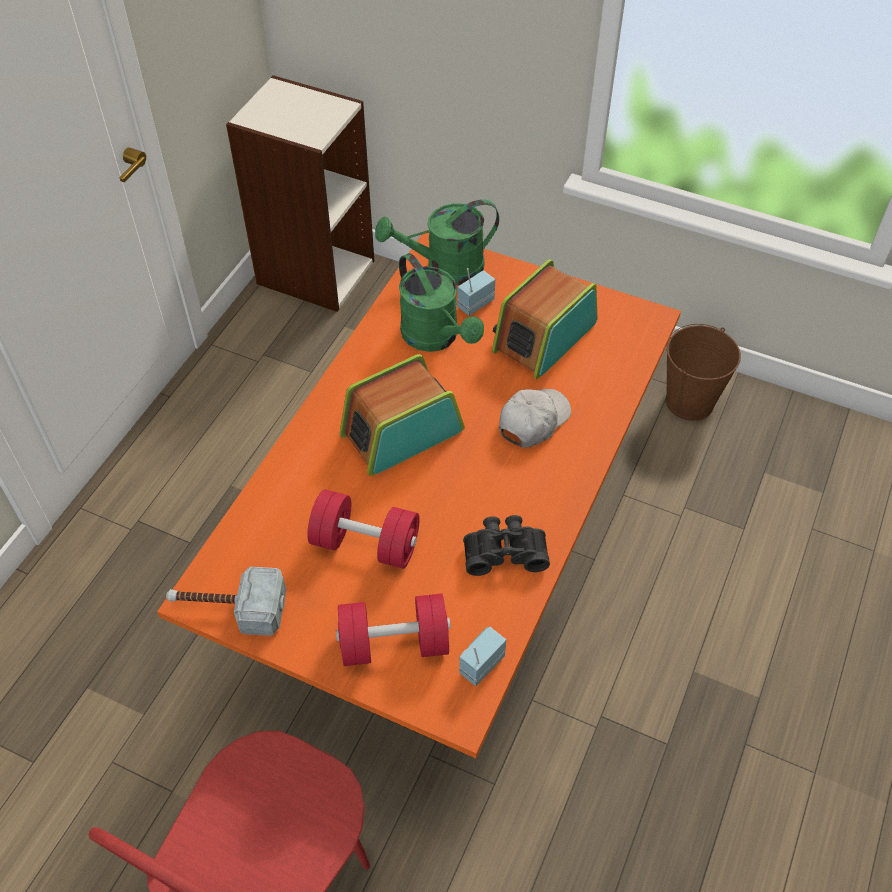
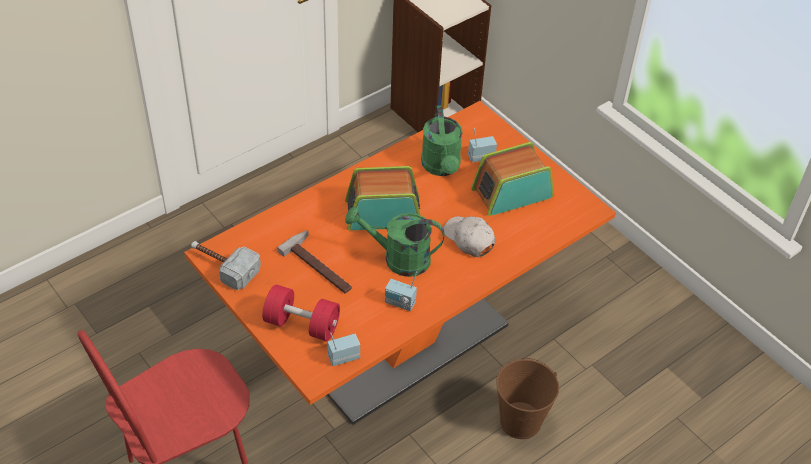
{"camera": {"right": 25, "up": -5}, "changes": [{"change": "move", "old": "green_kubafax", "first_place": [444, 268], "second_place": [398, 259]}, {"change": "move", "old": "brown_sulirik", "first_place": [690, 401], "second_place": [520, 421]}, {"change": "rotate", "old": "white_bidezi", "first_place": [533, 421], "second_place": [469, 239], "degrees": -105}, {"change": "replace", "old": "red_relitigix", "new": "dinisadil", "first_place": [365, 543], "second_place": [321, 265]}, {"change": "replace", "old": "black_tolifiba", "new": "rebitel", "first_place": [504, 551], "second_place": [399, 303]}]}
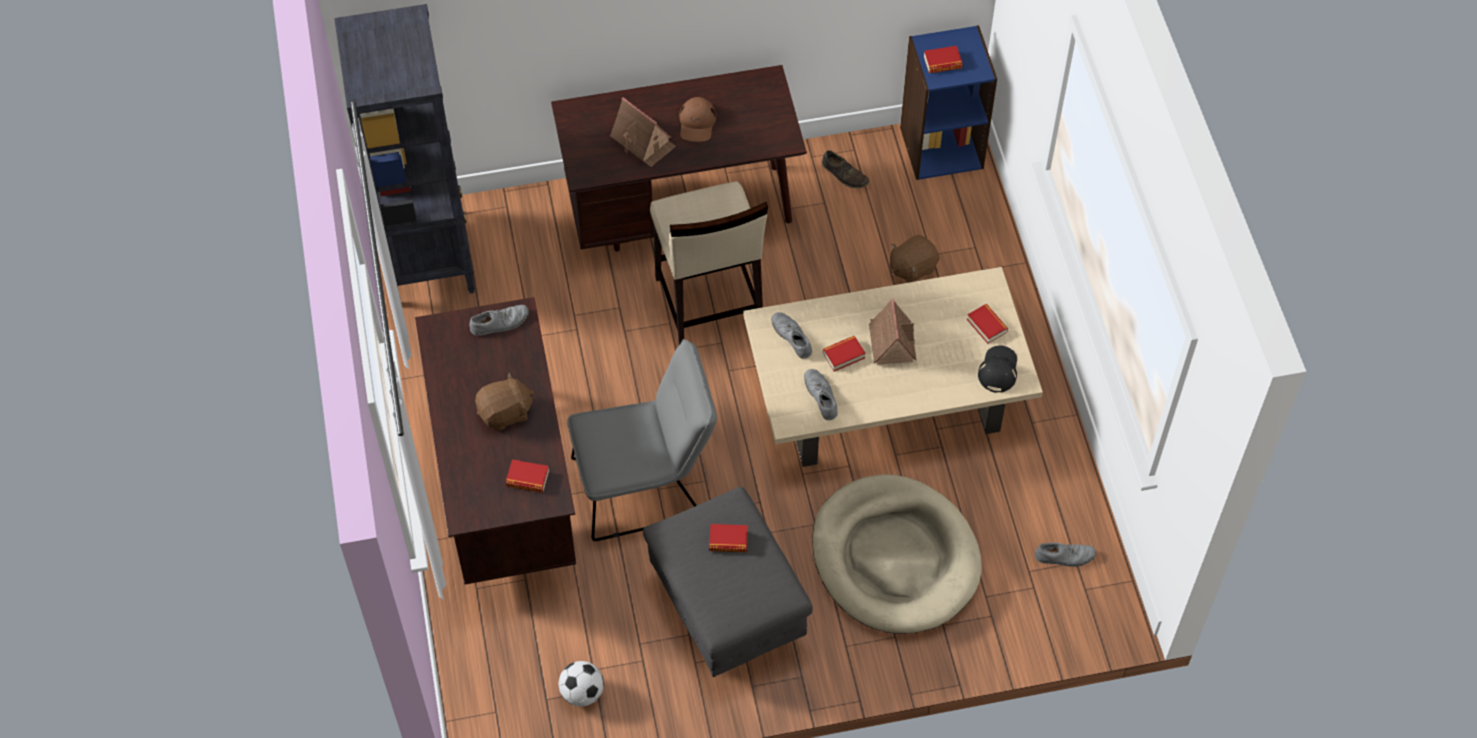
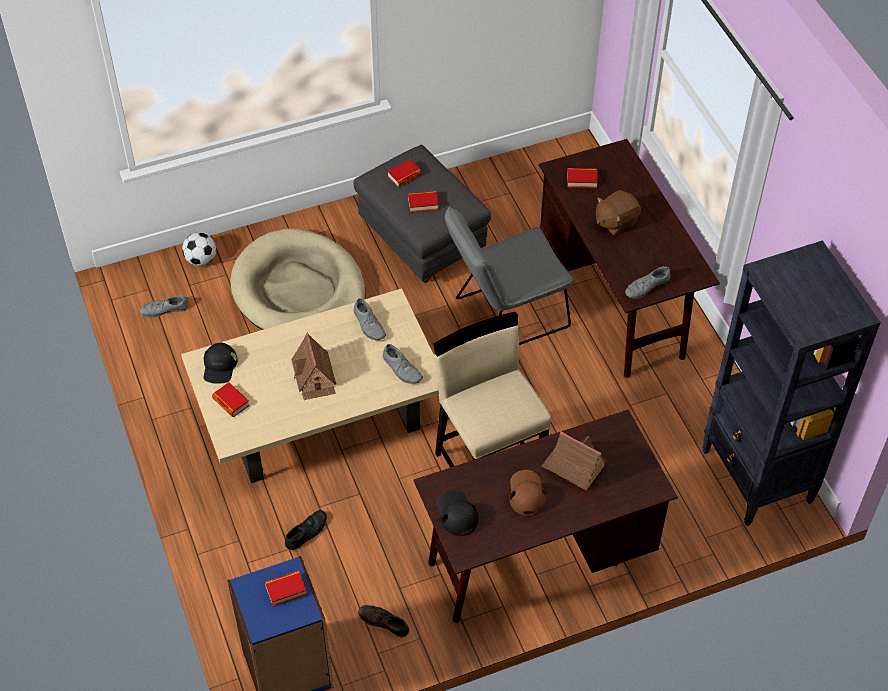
{"camera": {"right": 170, "up": -5}, "changes": [{"change": "replace", "old": "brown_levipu", "new": "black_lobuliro", "first_place": [912, 268], "second_place": [306, 532]}, {"change": "move", "old": "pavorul", "first_place": [843, 355], "second_place": [404, 176]}, {"change": "move", "old": "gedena", "first_place": [582, 692], "second_place": [201, 260]}, {"change": "insert", "new": "black_bidezi", "second_place": [456, 514]}]}
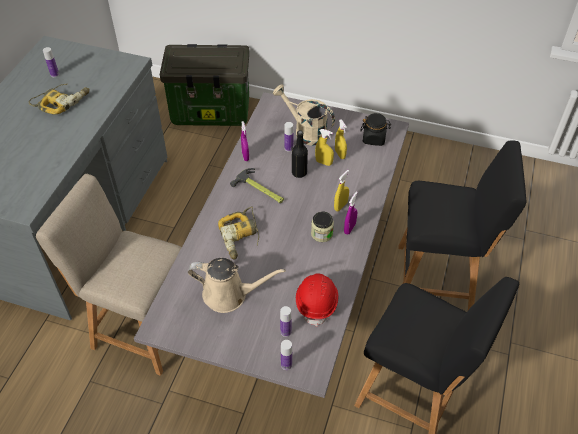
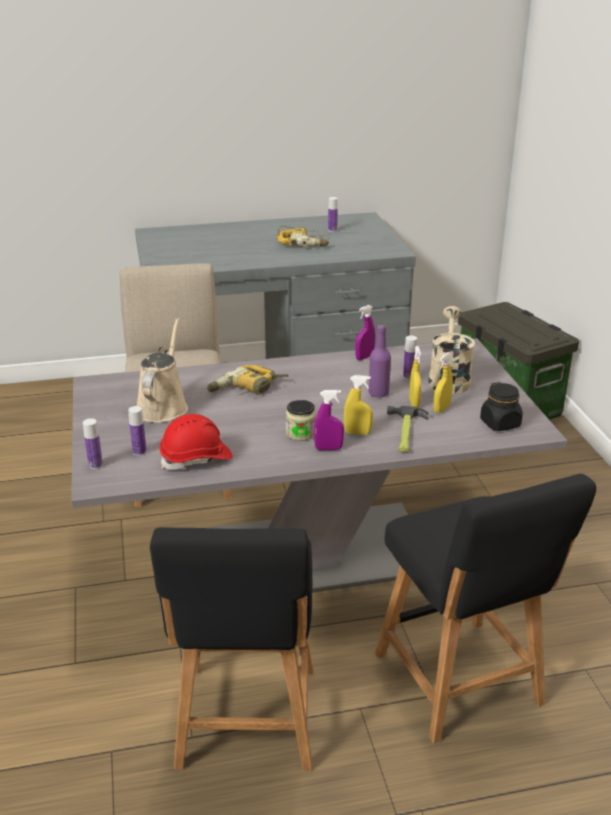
{"camera": {"right": 60, "up": -20}, "changes": [{"change": "recolor", "old": "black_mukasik", "new": "purple_mukasik", "first_place": [299, 173], "second_place": [378, 393]}, {"change": "move", "old": "dinisadil", "first_place": [260, 190], "second_place": [405, 433]}, {"change": "rotate", "old": "beige_kubafax", "first_place": [229, 295], "second_place": [163, 406], "degrees": -150}]}
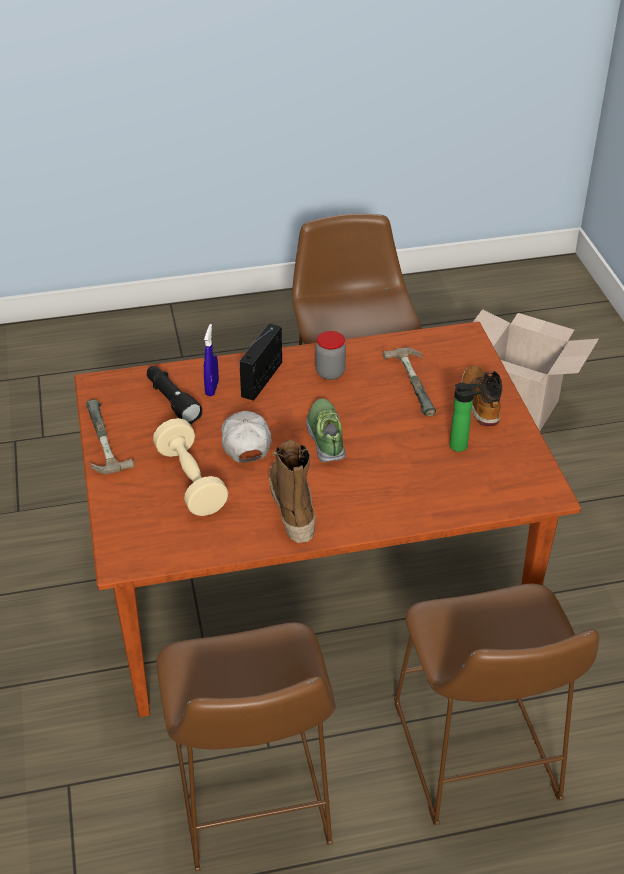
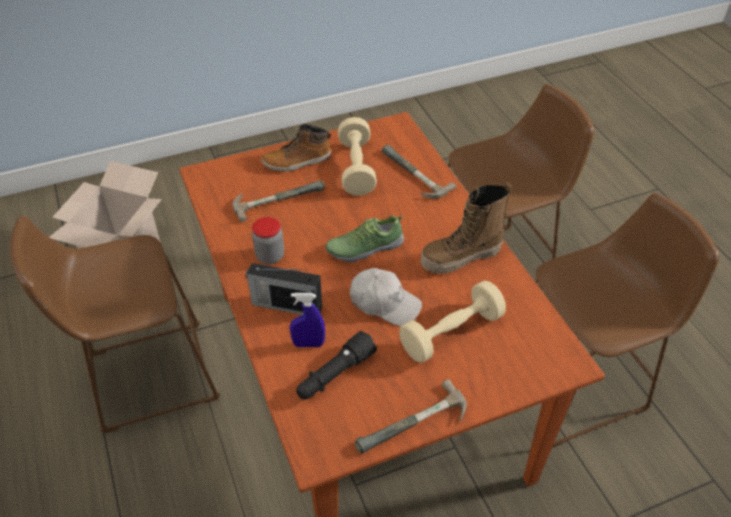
{"camera": {"right": -100, "up": 5}, "changes": [{"change": "replace", "old": "mukasik", "new": "beige_relitigix", "first_place": [461, 446], "second_place": [356, 168]}, {"change": "rotate", "old": "white_bidezi", "first_place": [245, 441], "second_place": [384, 303], "degrees": -135}, {"change": "insert", "new": "dinisadil", "second_place": [410, 175]}]}
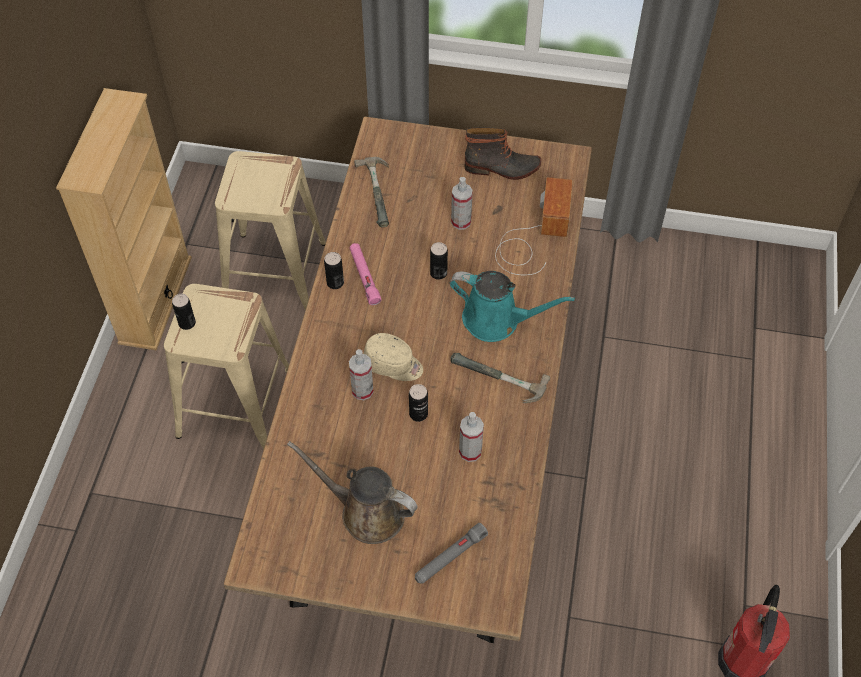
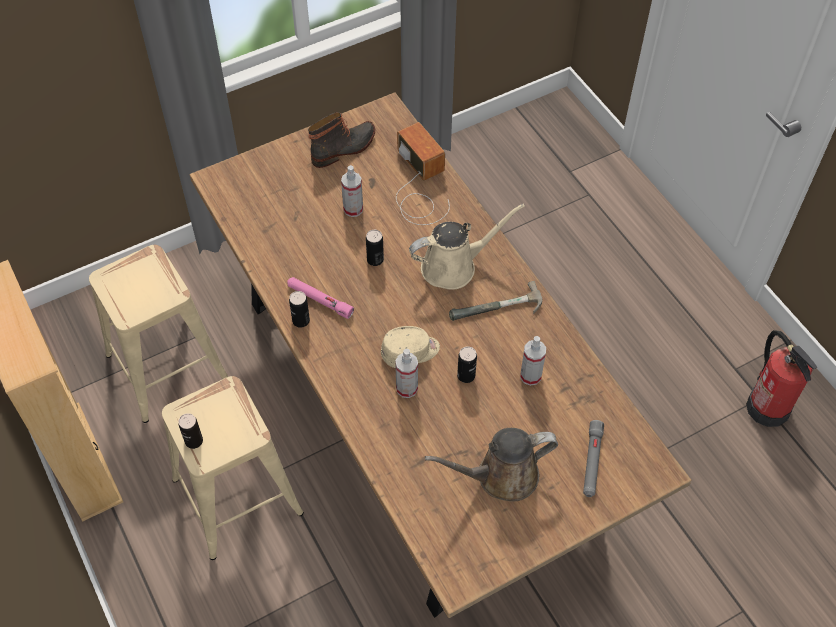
{"camera": {"right": -40, "up": 0}, "changes": [{"change": "delete", "old": "dinisadil", "first_place": [381, 192]}, {"change": "recolor", "old": "turquoise_kubafax", "new": "beige_kubafax", "first_place": [496, 320], "second_place": [454, 266]}]}
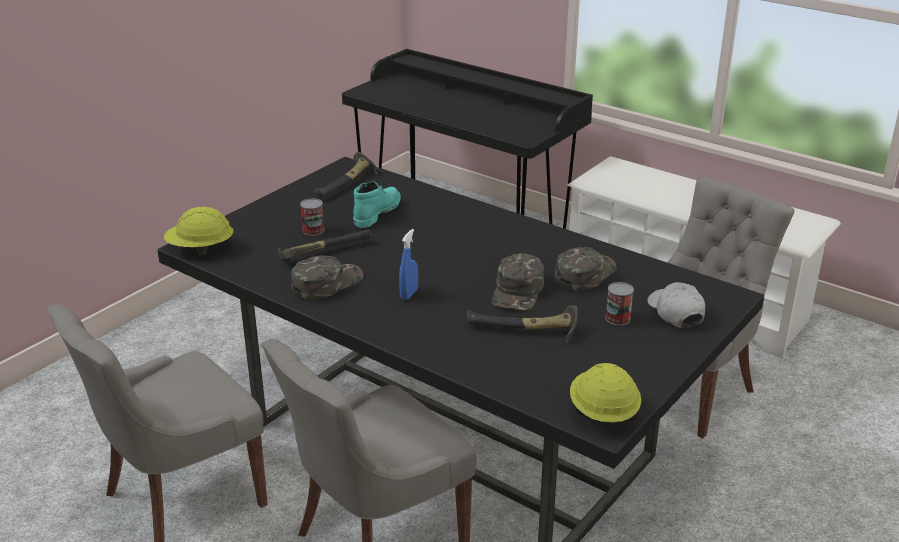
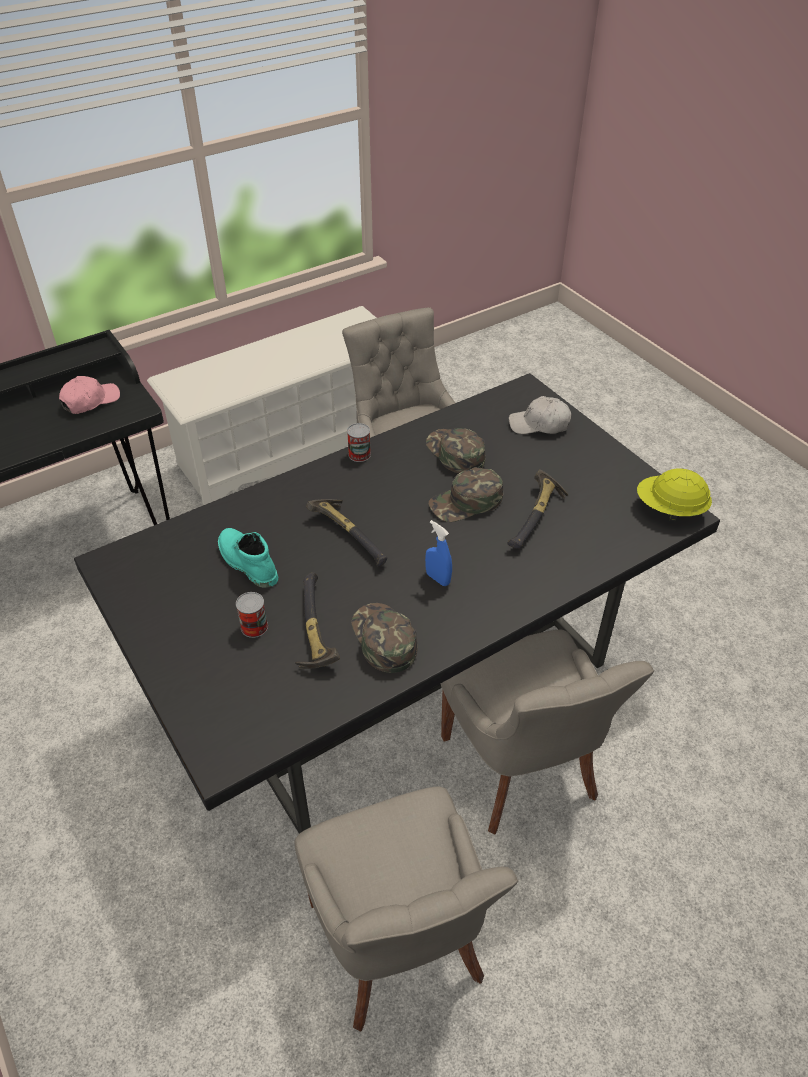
{"camera": {"right": -70, "up": 15}, "changes": [{"change": "move", "old": "dinisadil", "first_place": [348, 184], "second_place": [351, 535]}, {"change": "delete", "old": "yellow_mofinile", "first_place": [200, 249]}, {"change": "rotate", "old": "green_bidezi", "first_place": [518, 291], "second_place": [466, 502], "degrees": 120}, {"change": "move", "old": "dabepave", "first_place": [618, 318], "second_place": [359, 454]}, {"change": "insert", "new": "pink_bidezi", "second_place": [90, 401]}]}
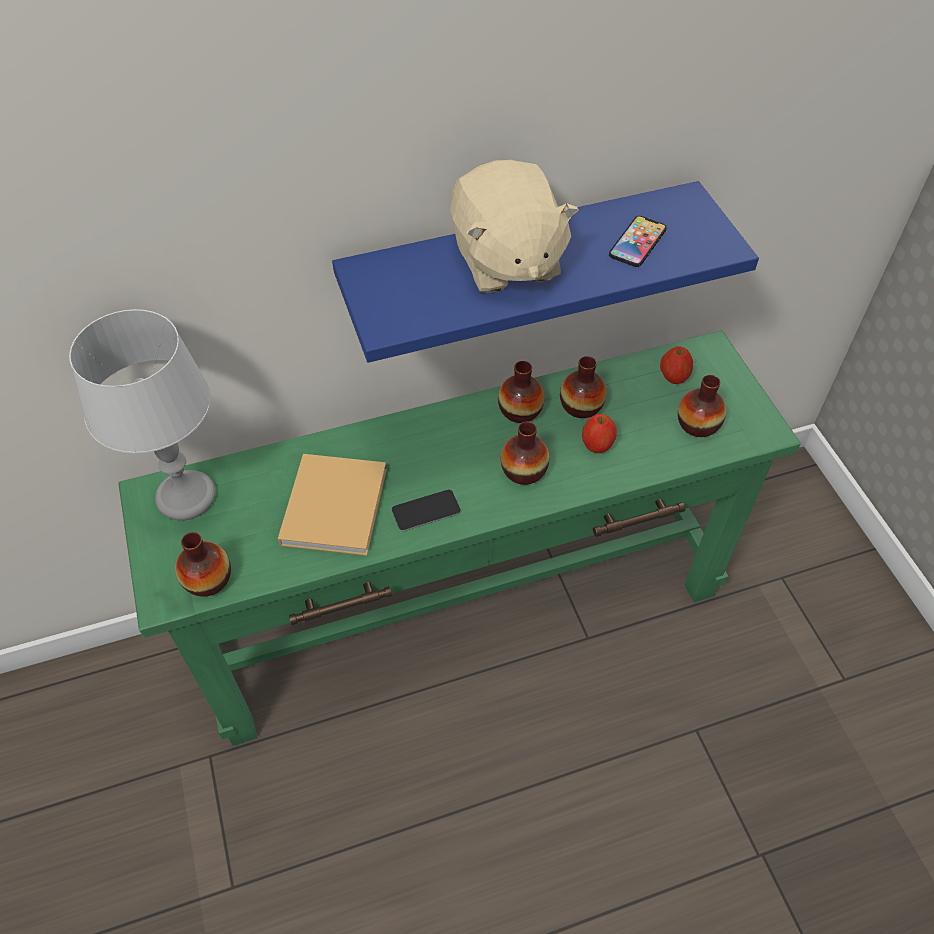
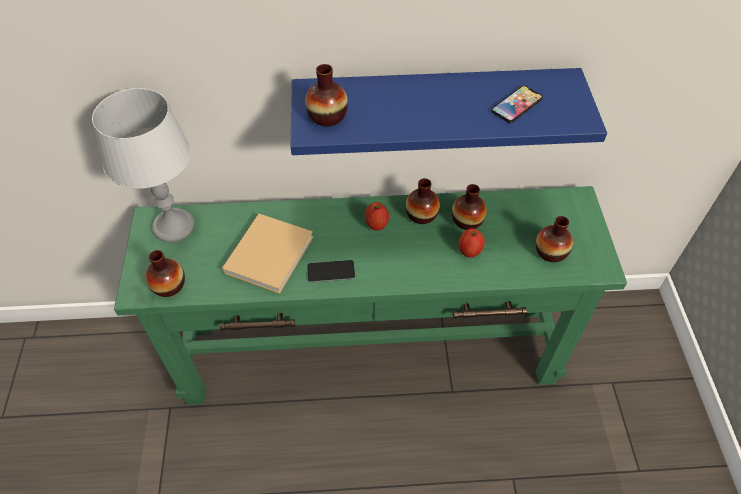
{"camera": {"right": 15, "up": 0}, "changes": [{"change": "delete", "old": "beige_levipu", "first_place": [506, 262]}, {"change": "move", "old": "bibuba", "first_place": [673, 377], "second_place": [376, 225]}, {"change": "move", "old": "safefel", "first_place": [523, 470], "second_place": [327, 116]}]}
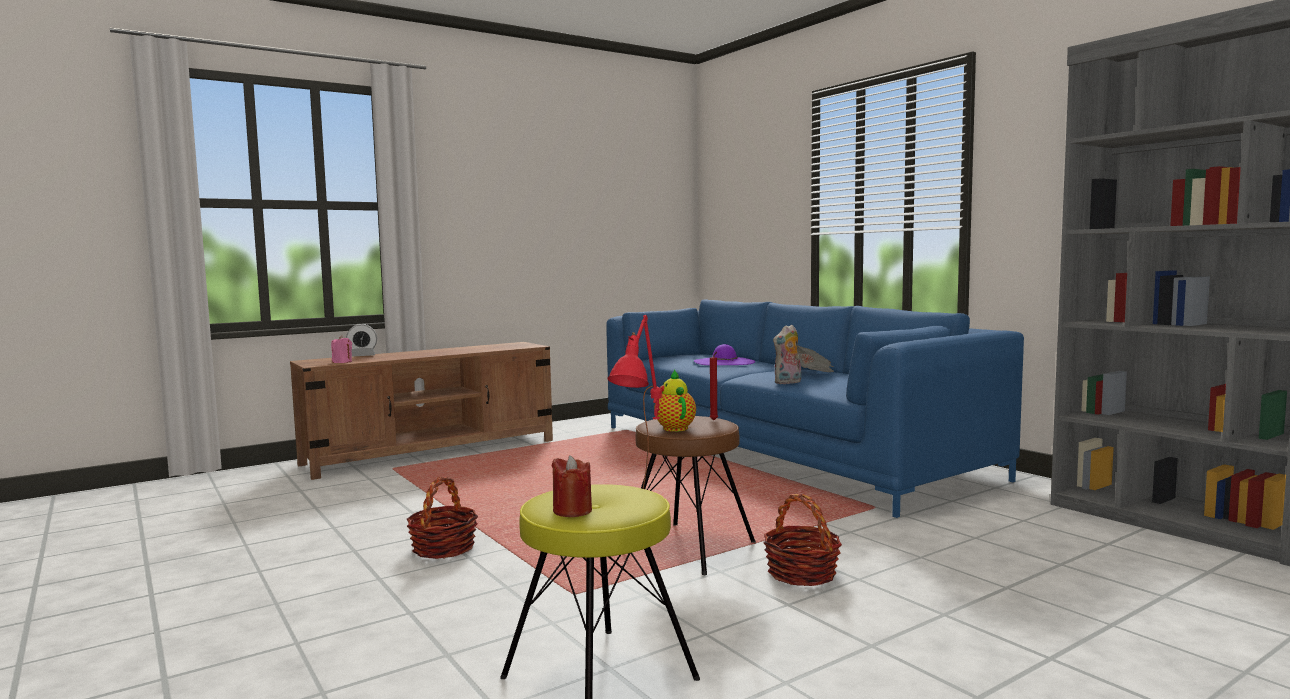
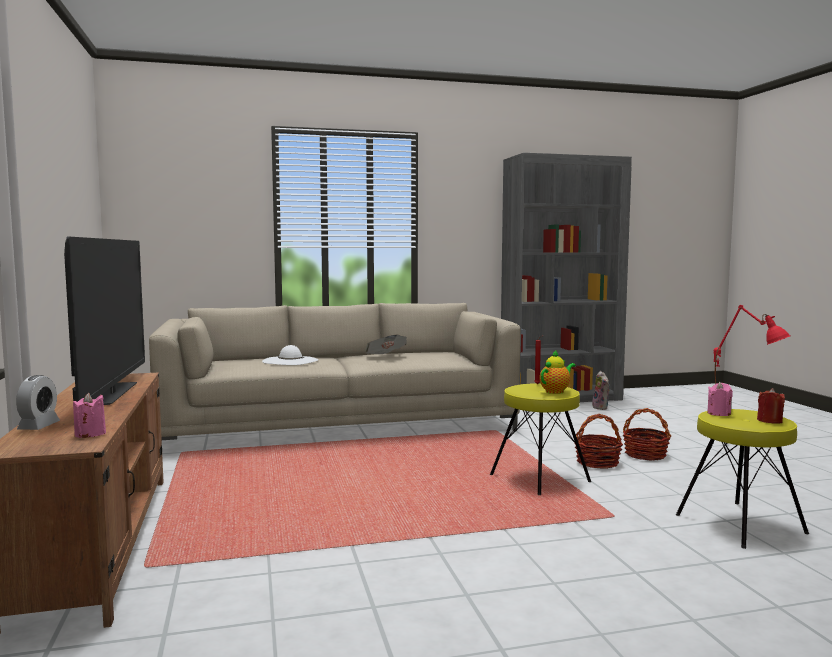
{"camera": {"right": -70, "up": 0}, "changes": [{"change": "recolor", "old": "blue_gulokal", "new": "beige_gulokal", "first_place": [782, 450], "second_place": [339, 425]}, {"change": "move", "old": "levipu", "first_place": [788, 382], "second_place": [601, 408]}, {"change": "recolor", "old": "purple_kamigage", "new": "white_kamigage", "first_place": [724, 362], "second_place": [290, 361]}, {"change": "rotate", "old": "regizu", "first_place": [674, 428], "second_place": [556, 391], "degrees": 135}, {"change": "recolor", "old": "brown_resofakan", "new": "yellow_resofakan", "first_place": [688, 547], "second_place": [538, 478]}, {"change": "move", "old": "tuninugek", "first_place": [443, 548], "second_place": [645, 455]}, {"change": "insert", "new": "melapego", "second_place": [114, 394]}, {"change": "insert", "new": "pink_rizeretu", "second_place": [719, 413]}]}
